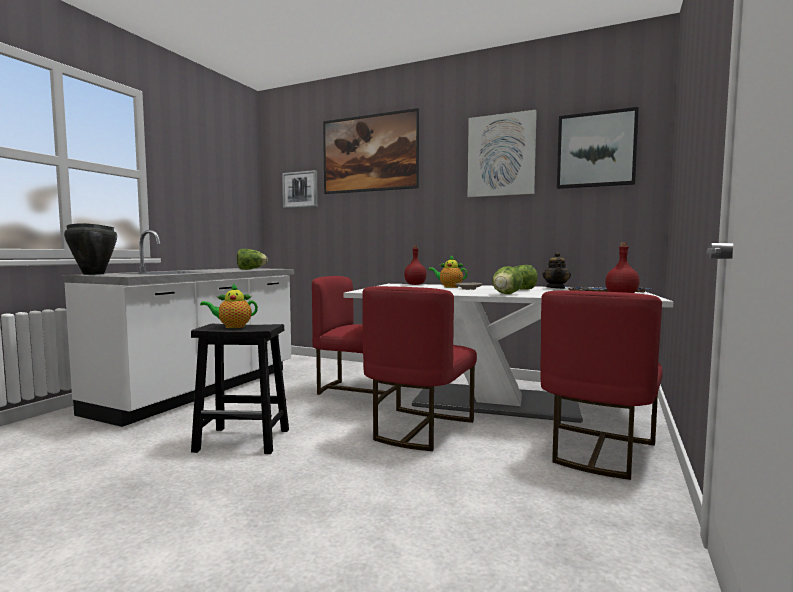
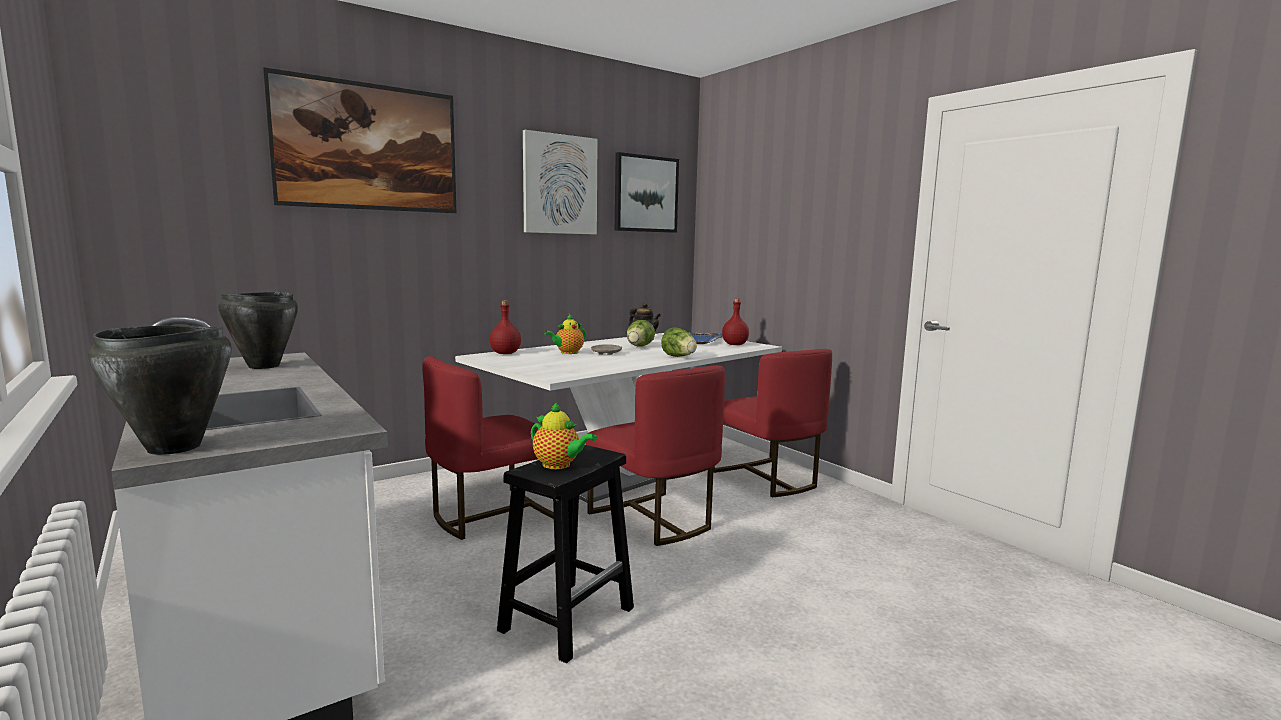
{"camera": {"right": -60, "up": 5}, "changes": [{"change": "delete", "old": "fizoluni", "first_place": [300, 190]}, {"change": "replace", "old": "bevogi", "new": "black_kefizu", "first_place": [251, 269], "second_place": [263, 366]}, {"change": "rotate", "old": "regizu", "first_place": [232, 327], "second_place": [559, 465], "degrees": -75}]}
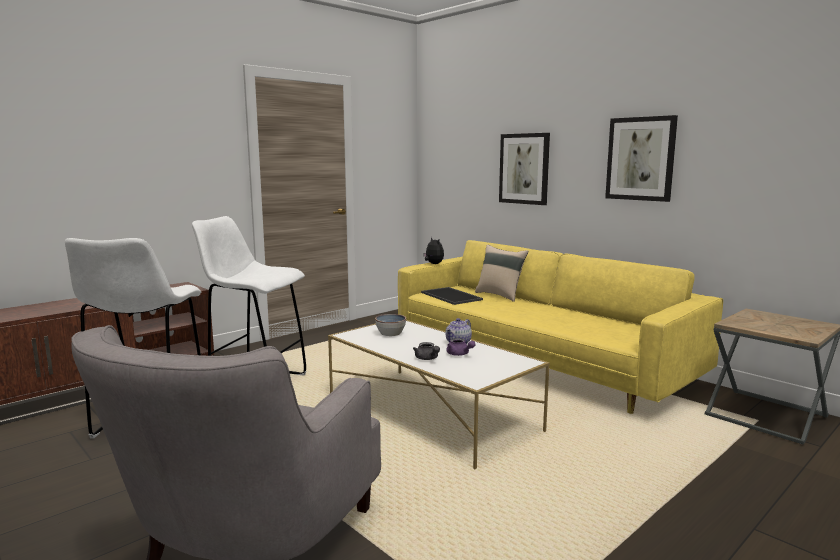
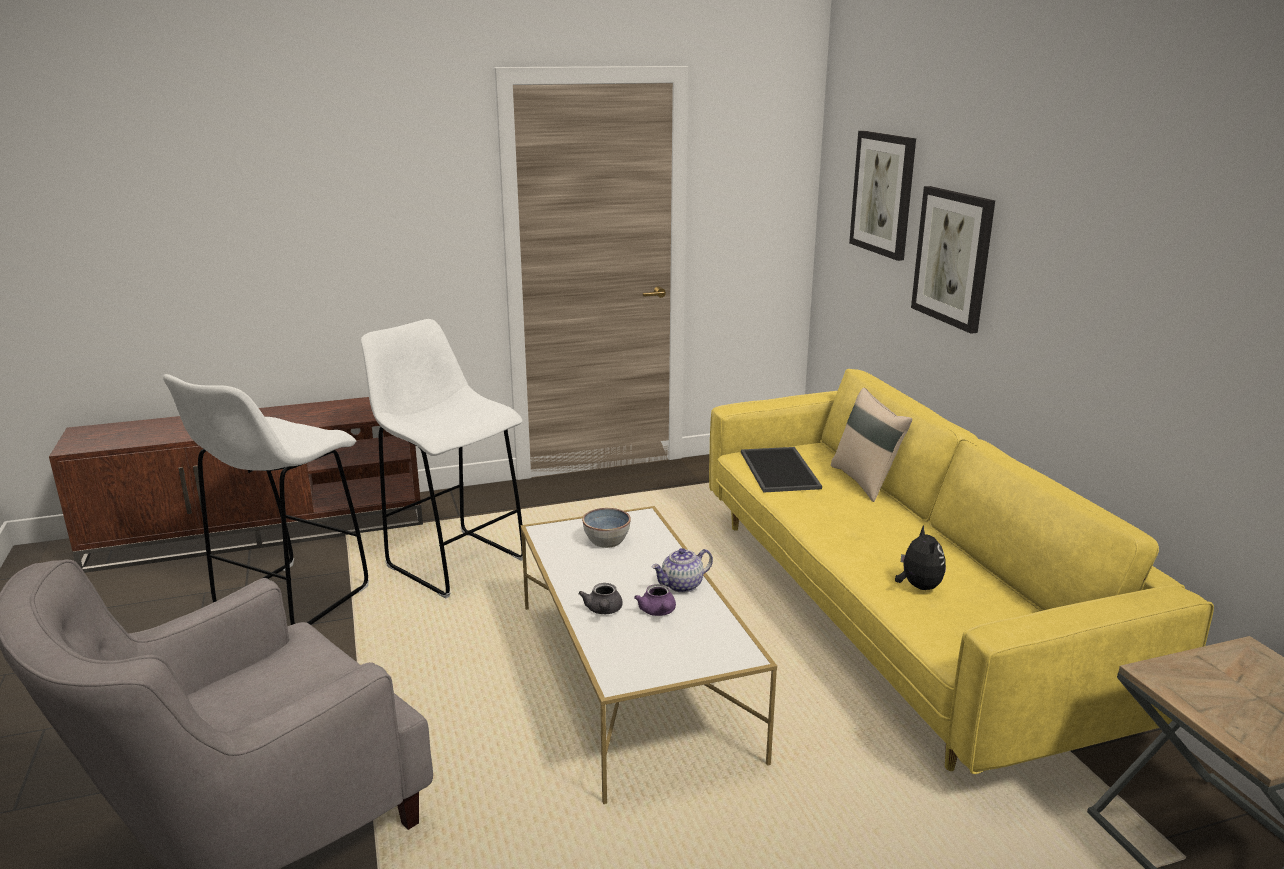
{"camera": {"right": 25, "up": 10}, "changes": [{"change": "move", "old": "fizoluni", "first_place": [640, 159], "second_place": [883, 194]}, {"change": "move", "old": "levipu", "first_place": [433, 264], "second_place": [918, 586]}]}
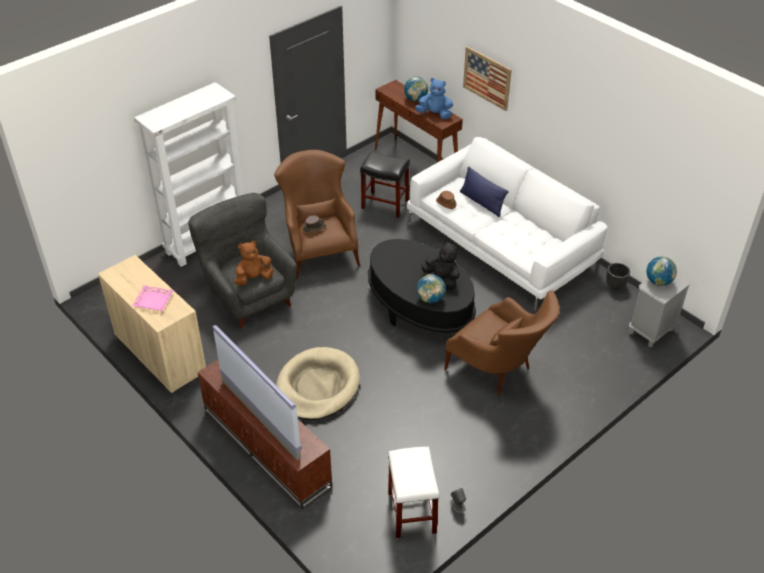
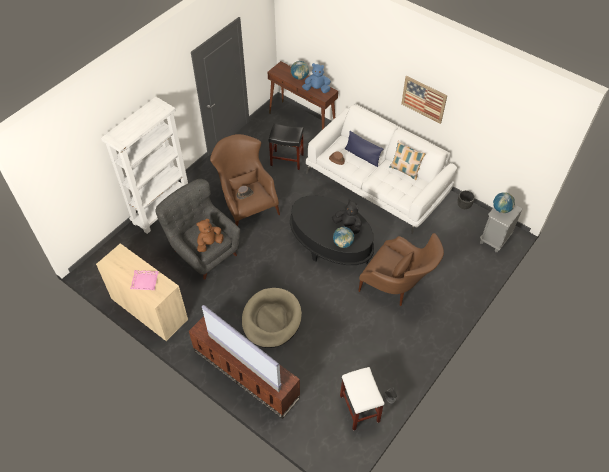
{"camera": {"right": -10, "up": 10}, "changes": [{"change": "move", "old": "fizoluni", "first_place": [487, 78], "second_place": [424, 99]}, {"change": "insert", "new": "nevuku", "second_place": [405, 170]}]}
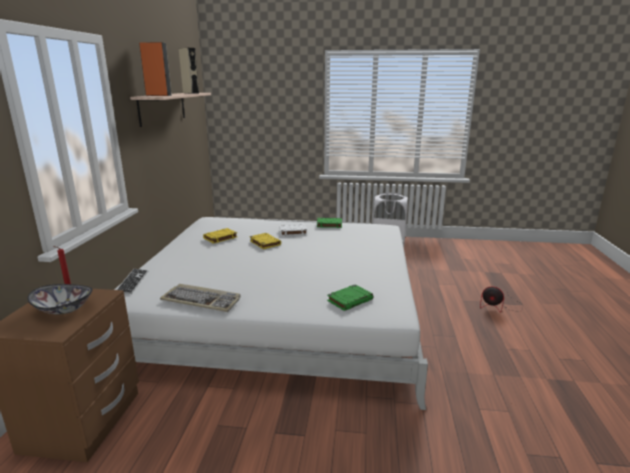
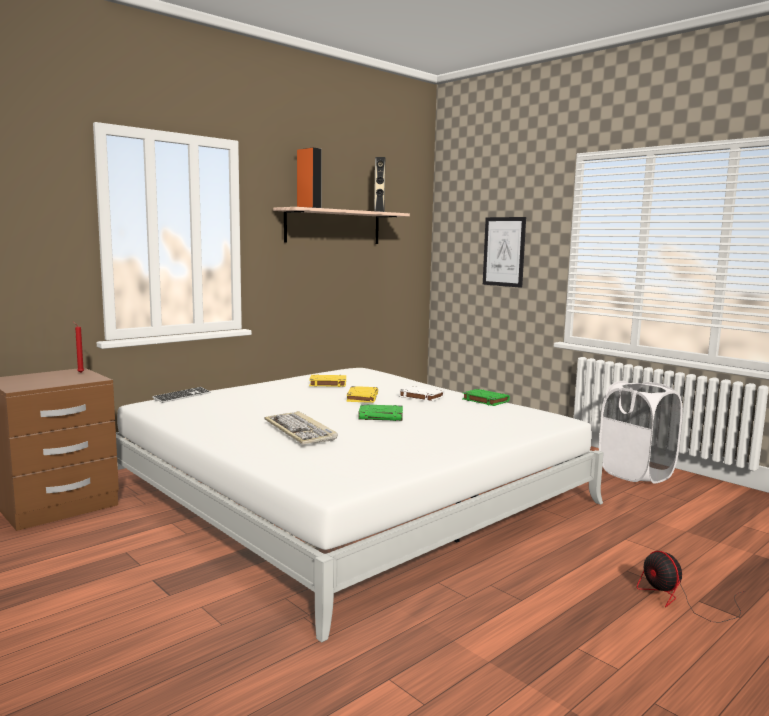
{"camera": {"right": 40, "up": -10}, "changes": [{"change": "delete", "old": "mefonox", "first_place": [63, 310]}, {"change": "move", "old": "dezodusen", "first_place": [202, 300], "second_place": [300, 431]}, {"change": "move", "old": "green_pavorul", "first_place": [350, 300], "second_place": [381, 416]}, {"change": "insert", "new": "fizoluni", "second_place": [504, 251]}]}
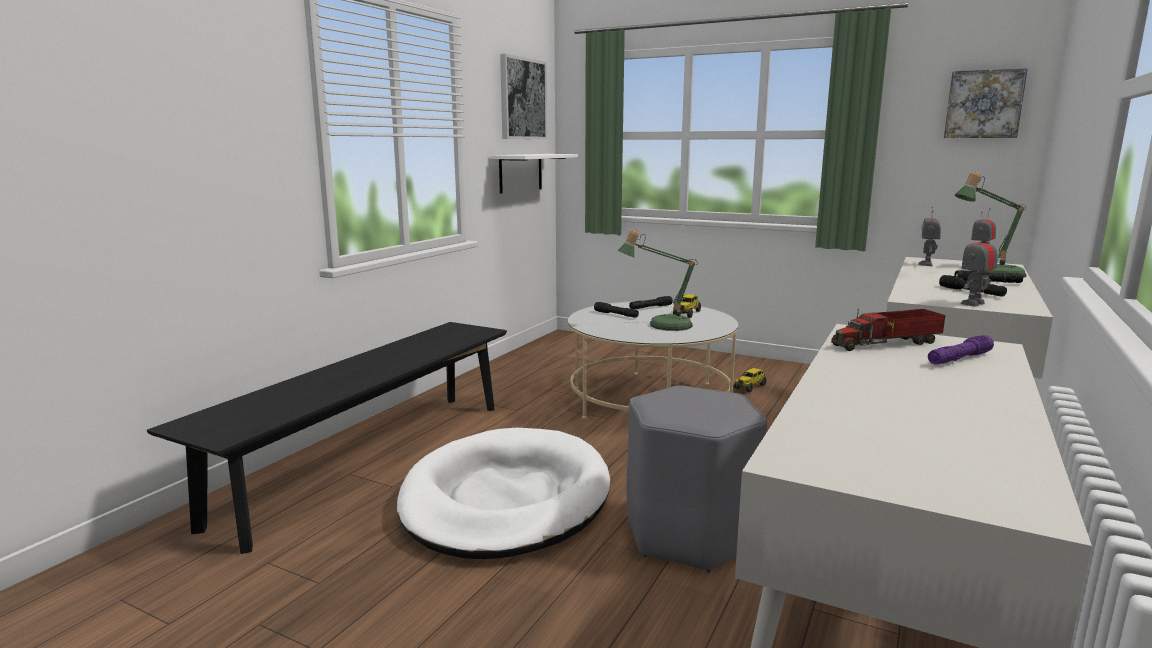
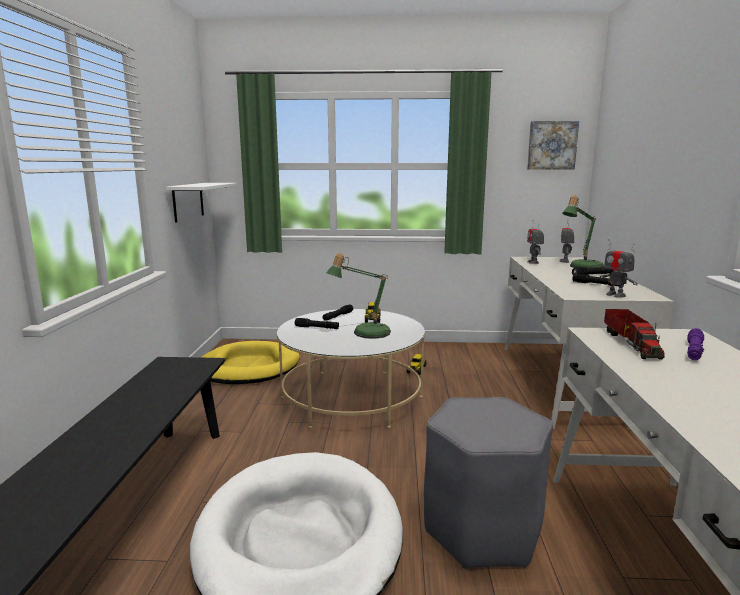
{"camera": {"right": -25, "up": 0}, "changes": [{"change": "delete", "old": "fizoluni", "first_place": [522, 99]}, {"change": "rotate", "old": "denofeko", "first_place": [973, 303], "second_place": [615, 295], "degrees": -60}, {"change": "rotate", "old": "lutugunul", "first_place": [888, 343], "second_place": [631, 343], "degrees": -45}, {"change": "insert", "new": "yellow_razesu", "second_place": [248, 367]}]}
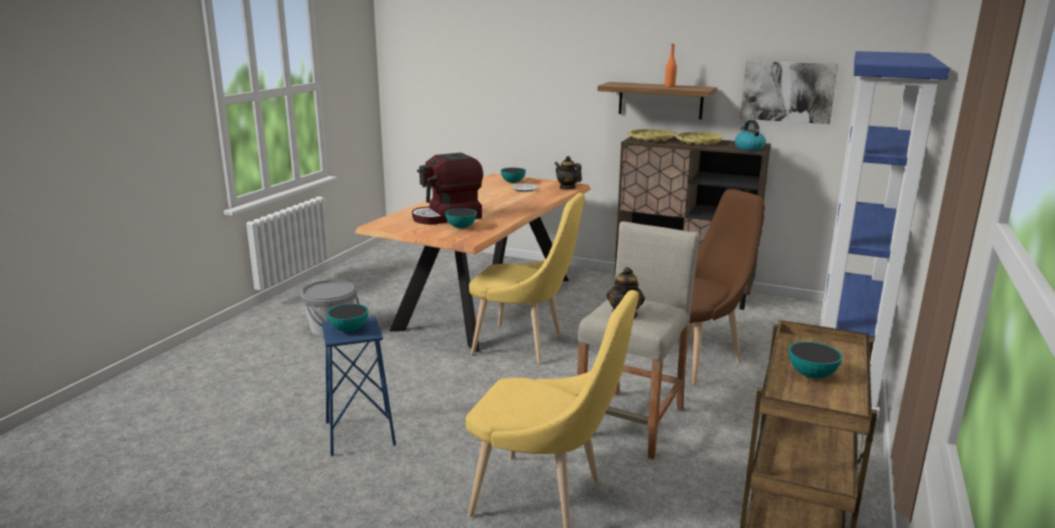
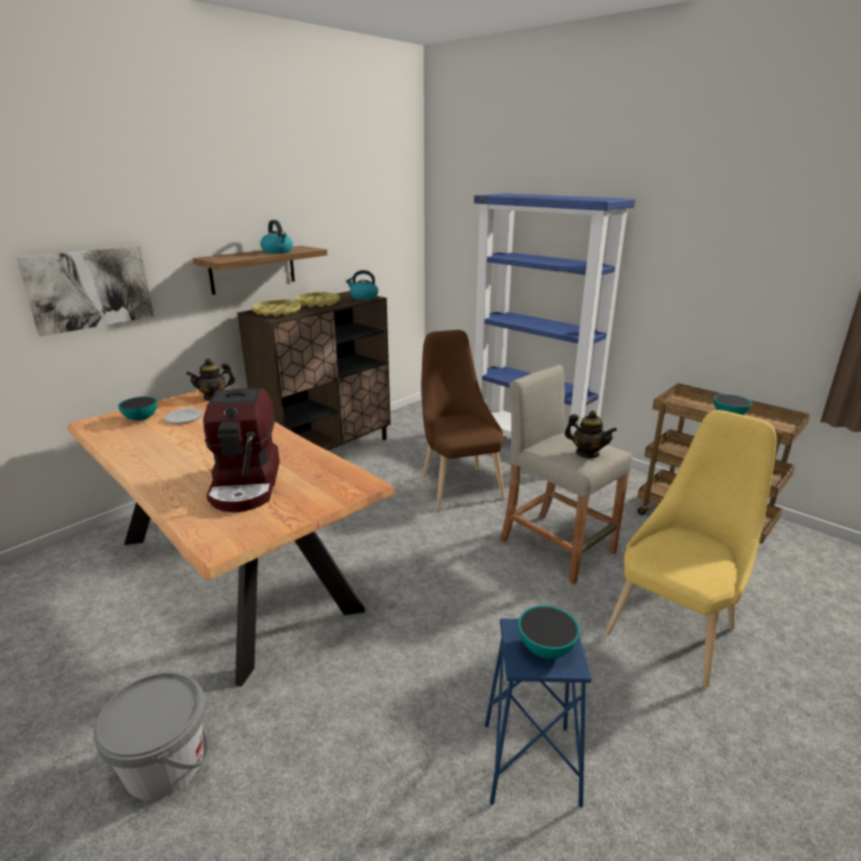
{"camera": {"right": -70, "up": 5}, "changes": [{"change": "replace", "old": "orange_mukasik", "new": "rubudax", "first_place": [669, 87], "second_place": [278, 251]}, {"change": "move", "old": "fizoluni", "first_place": [787, 91], "second_place": [89, 288]}, {"change": "delete", "old": "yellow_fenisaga", "first_place": [524, 345]}, {"change": "delete", "old": "mefonox", "first_place": [461, 227]}]}
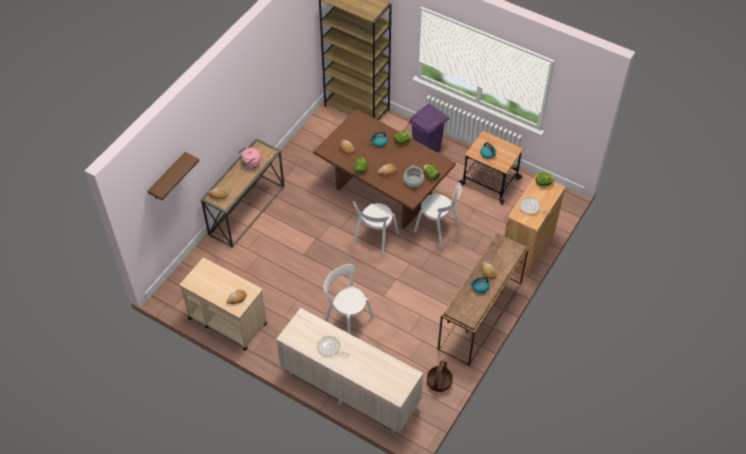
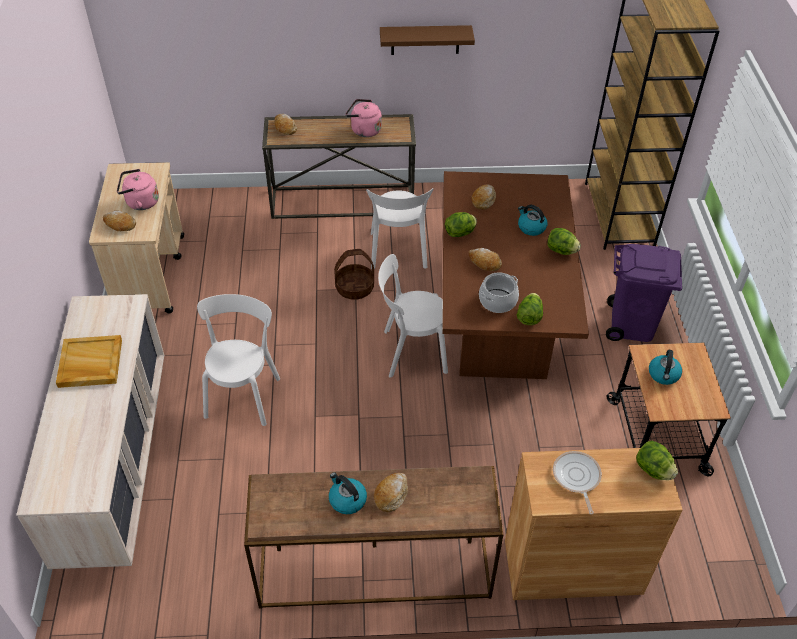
{"camera": {"right": 55, "up": -5}, "changes": [{"change": "move", "old": "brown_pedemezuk", "first_place": [167, 177], "second_place": [425, 40]}, {"change": "move", "old": "white_fenisaga", "first_place": [438, 228], "second_place": [398, 252]}, {"change": "replace", "old": "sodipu", "new": "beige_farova", "first_place": [330, 348], "second_place": [90, 363]}, {"change": "move", "old": "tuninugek", "first_place": [439, 381], "second_place": [355, 288]}, {"change": "insert", "new": "pink_rubudax", "second_place": [140, 202]}]}
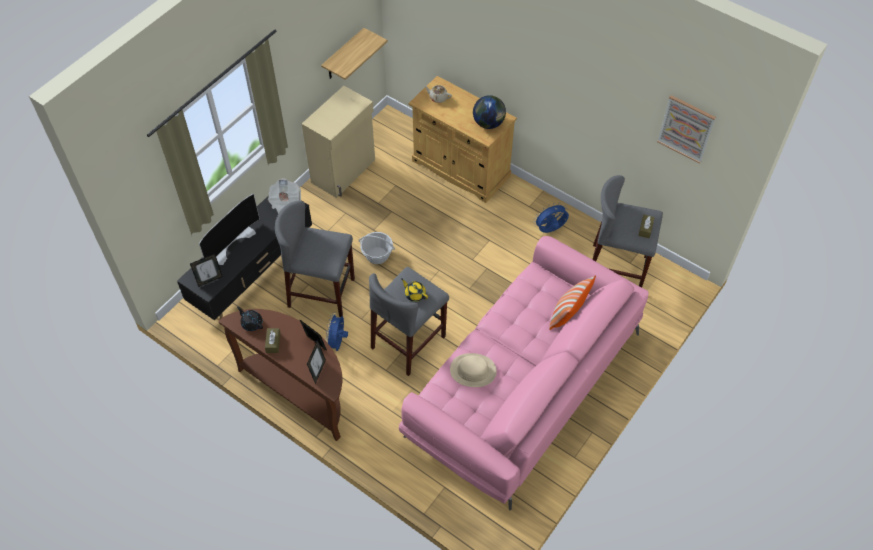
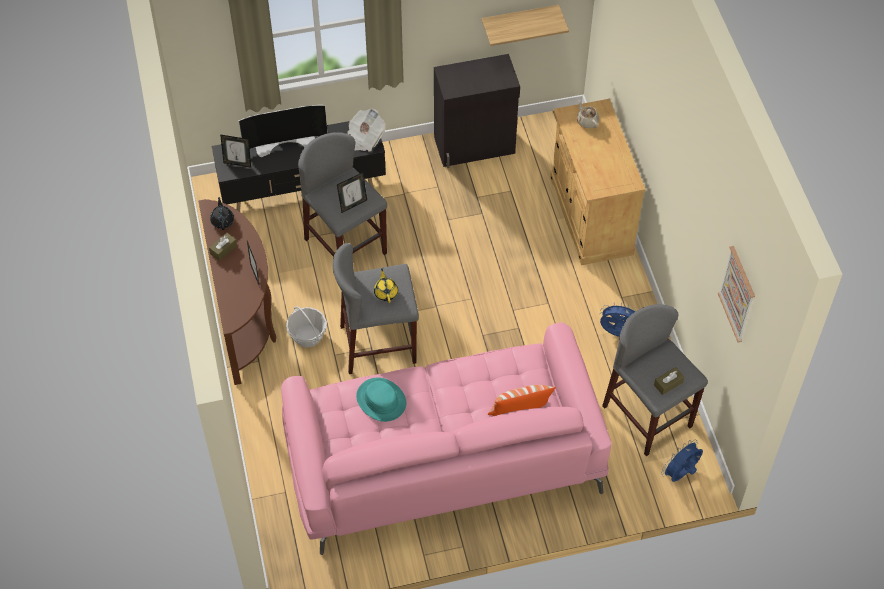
{"camera": {"right": 40, "up": 0}, "changes": [{"change": "recolor", "old": "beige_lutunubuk", "new": "black_lutunubuk", "first_place": [344, 171], "second_place": [475, 146]}, {"change": "delete", "old": "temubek", "first_place": [488, 123]}, {"change": "move", "old": "tuninugek", "first_place": [377, 255], "second_place": [307, 336]}, {"change": "move", "old": "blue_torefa", "first_place": [337, 343], "second_place": [680, 474]}, {"change": "move", "old": "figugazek", "first_place": [318, 371], "second_place": [353, 205]}, {"change": "recolor", "old": "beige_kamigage", "new": "turquoise_kamigage", "first_place": [473, 371], "second_place": [381, 400]}]}
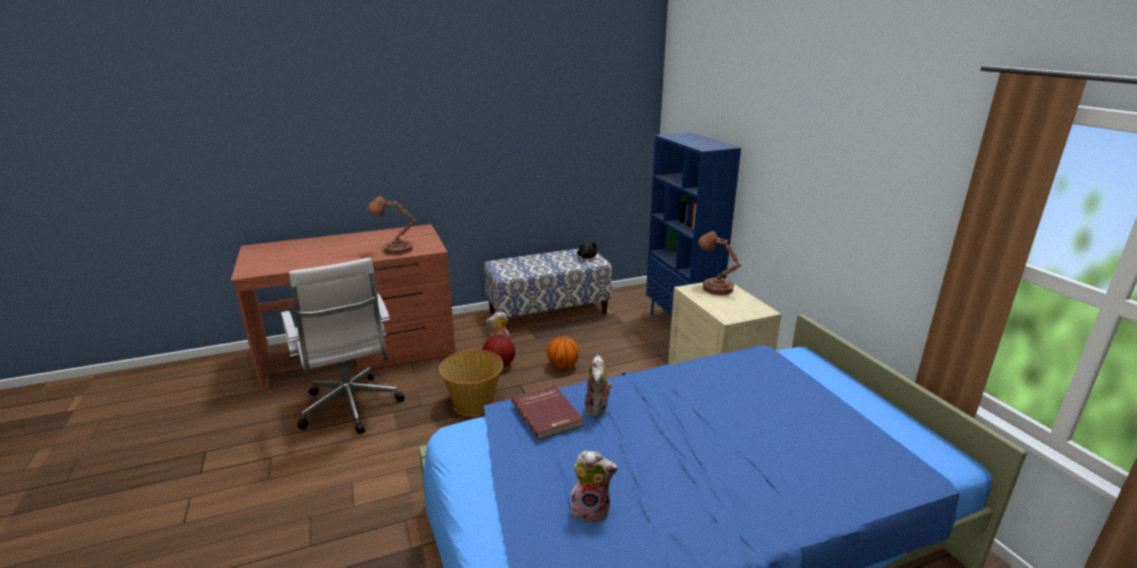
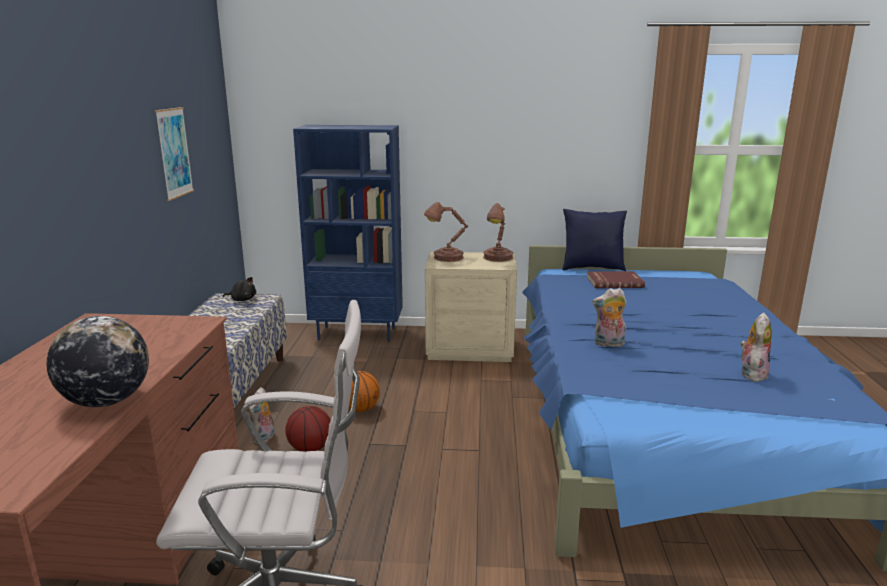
{"camera": {"right": -65, "up": -5}, "changes": [{"change": "move", "old": "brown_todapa", "first_place": [395, 250], "second_place": [497, 258]}, {"change": "delete", "old": "tuninugek", "first_place": [474, 403]}, {"change": "rotate", "old": "levipu", "first_place": [598, 410], "second_place": [608, 344], "degrees": 150}, {"change": "move", "old": "red_pavorul", "first_place": [548, 414], "second_place": [614, 282]}, {"change": "insert", "new": "fizoluni", "second_place": [174, 153]}, {"change": "insert", "new": "blue_nevuku", "second_place": [592, 268]}, {"change": "insert", "new": "temubek", "second_place": [106, 401]}]}
